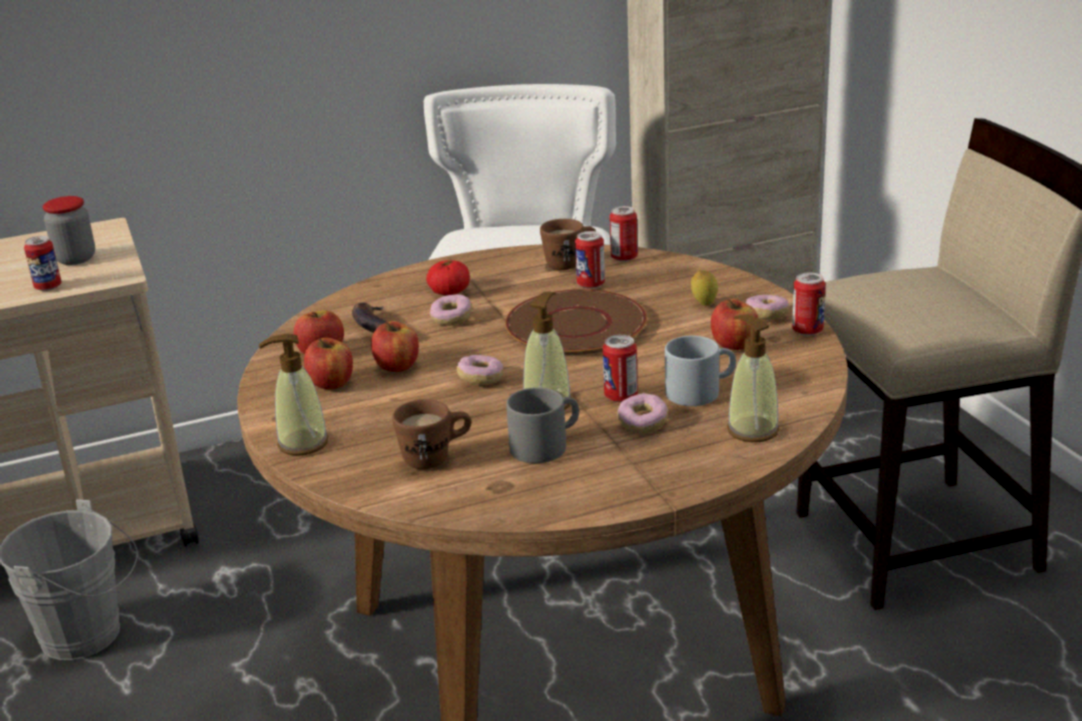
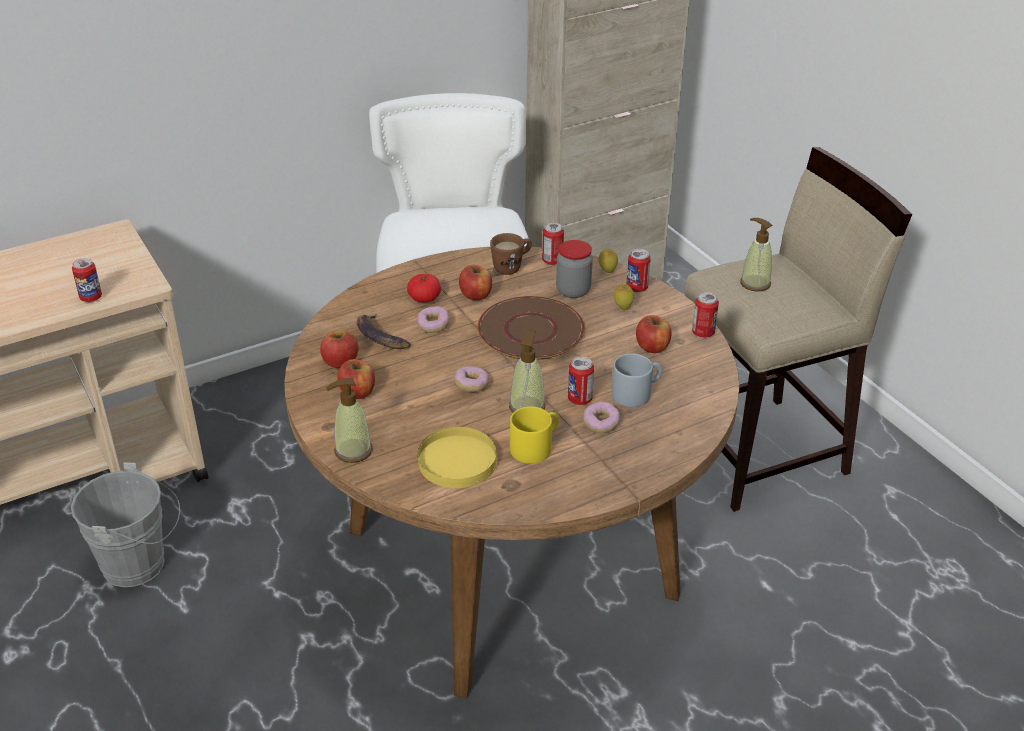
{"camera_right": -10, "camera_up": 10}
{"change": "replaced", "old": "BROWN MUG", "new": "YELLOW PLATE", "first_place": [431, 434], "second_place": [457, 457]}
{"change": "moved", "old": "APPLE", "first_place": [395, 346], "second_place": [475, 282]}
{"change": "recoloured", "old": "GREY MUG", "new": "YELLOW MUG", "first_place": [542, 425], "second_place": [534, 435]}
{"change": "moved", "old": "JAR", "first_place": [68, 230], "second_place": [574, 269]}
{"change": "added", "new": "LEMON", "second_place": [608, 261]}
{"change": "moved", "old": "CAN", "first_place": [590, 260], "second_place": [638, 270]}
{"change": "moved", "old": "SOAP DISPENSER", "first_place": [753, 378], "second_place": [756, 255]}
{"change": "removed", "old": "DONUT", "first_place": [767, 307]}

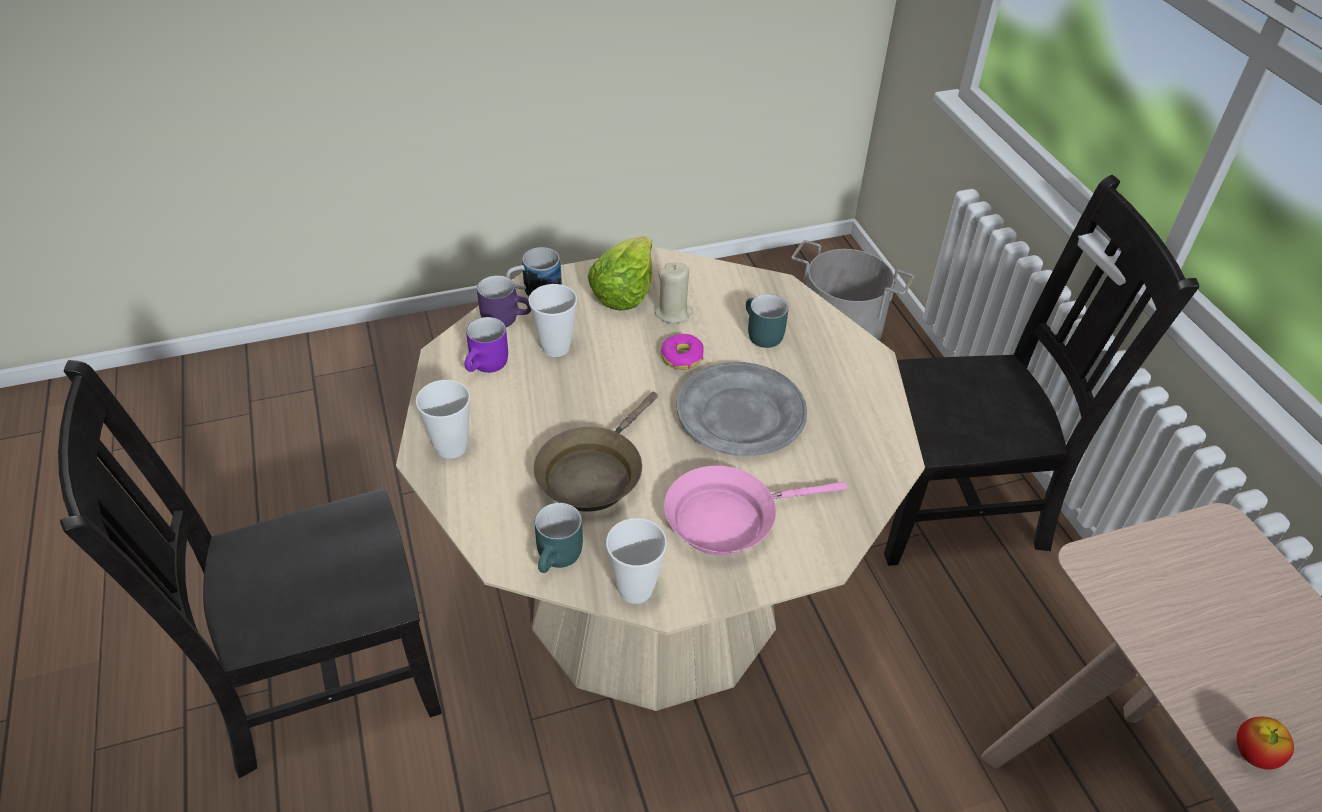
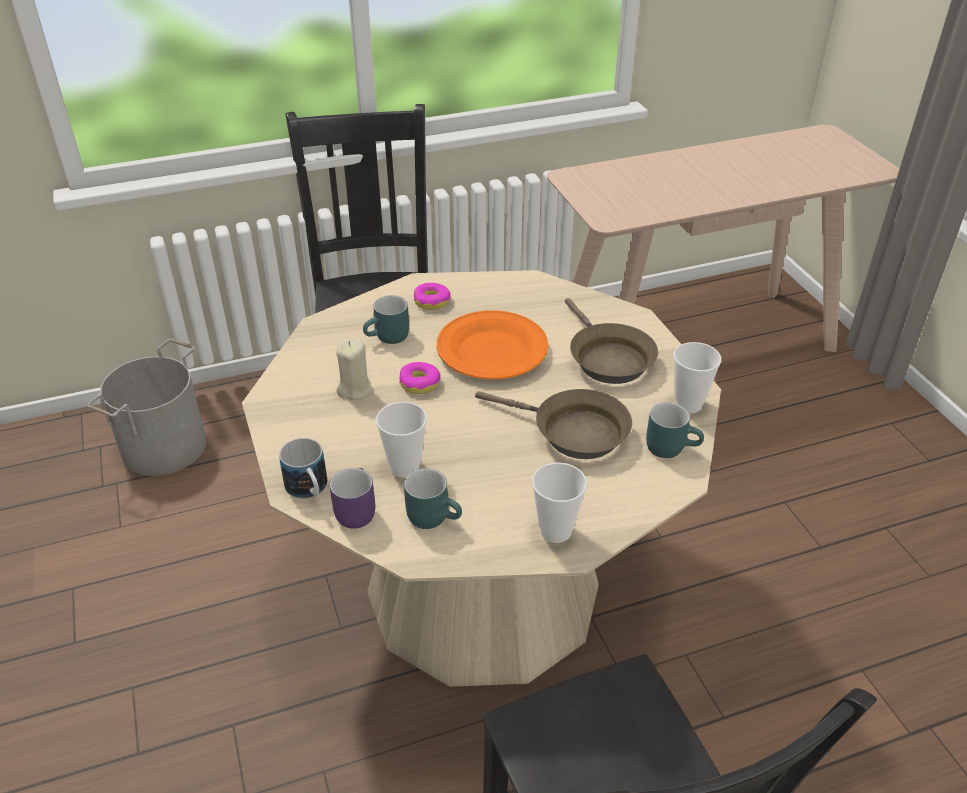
{"camera_right": -90, "camera_up": -5}
{"change": "recoloured", "old": "PURPLE MUG", "new": "TURQUOISE MUG", "first_place": [486, 345], "second_place": [433, 498]}
{"change": "added", "new": "DONUT", "second_place": [432, 296]}
{"change": "recoloured", "old": "GREY PLATE", "new": "ORANGE PLATE", "first_place": [742, 409], "second_place": [492, 344]}
{"change": "recoloured", "old": "PINK FRYING PAN", "new": "BROWN FRYING PAN", "first_place": [755, 510], "second_place": [611, 341]}
{"change": "removed", "old": "LETTUCE", "first_place": [620, 273]}
{"change": "removed", "old": "APPLE", "first_place": [1265, 743]}

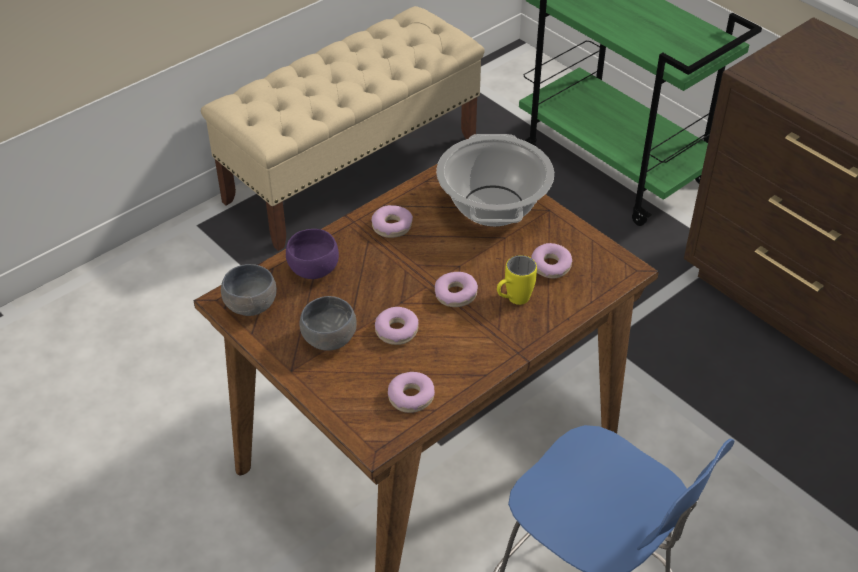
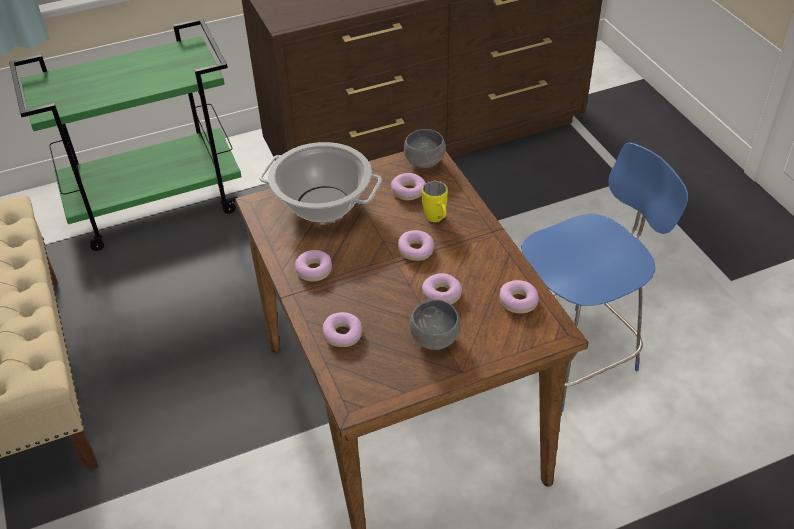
{"camera_right": -70, "camera_up": 0}
{"change": "replaced", "old": "PURPLE BOWL", "new": "DONUT", "first_place": [312, 254], "second_place": [342, 329]}
{"change": "moved", "old": "GREY BOWL", "first_place": [249, 290], "second_place": [425, 148]}

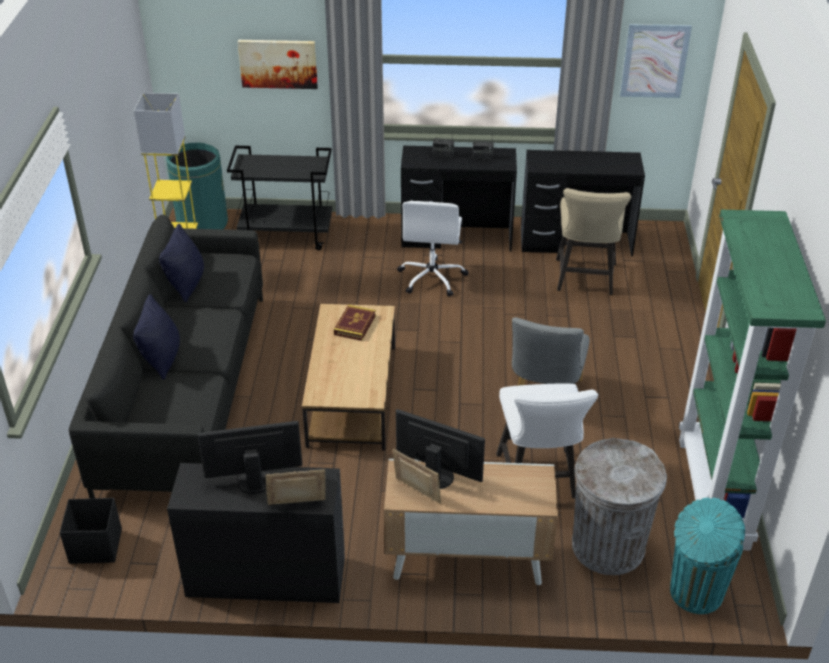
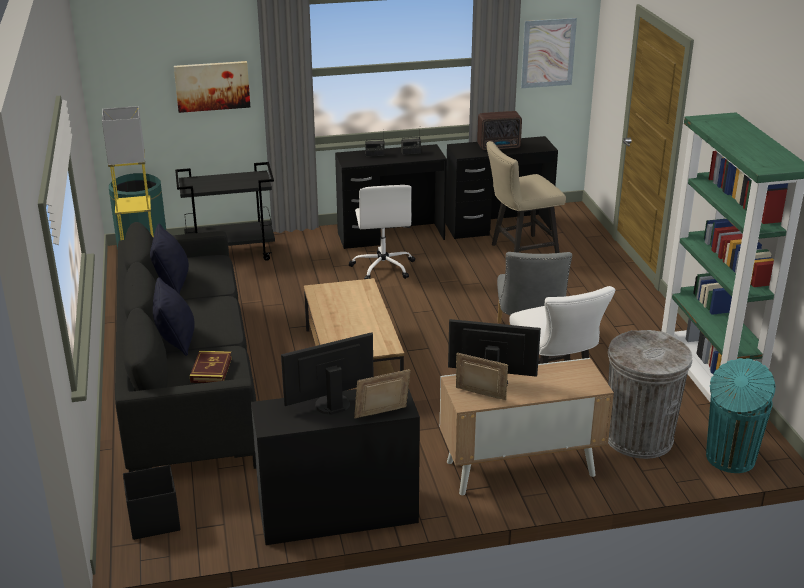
{"camera_right": -15, "camera_up": -10}
{"change": "moved", "old": "BOOK", "first_place": [355, 323], "second_place": [211, 367]}
{"change": "added", "new": "RADIO", "second_place": [499, 130]}
{"change": "turned", "old": "BEIGE CHAIR", "first_place": [593, 241], "second_place": [526, 197], "degrees": 75}

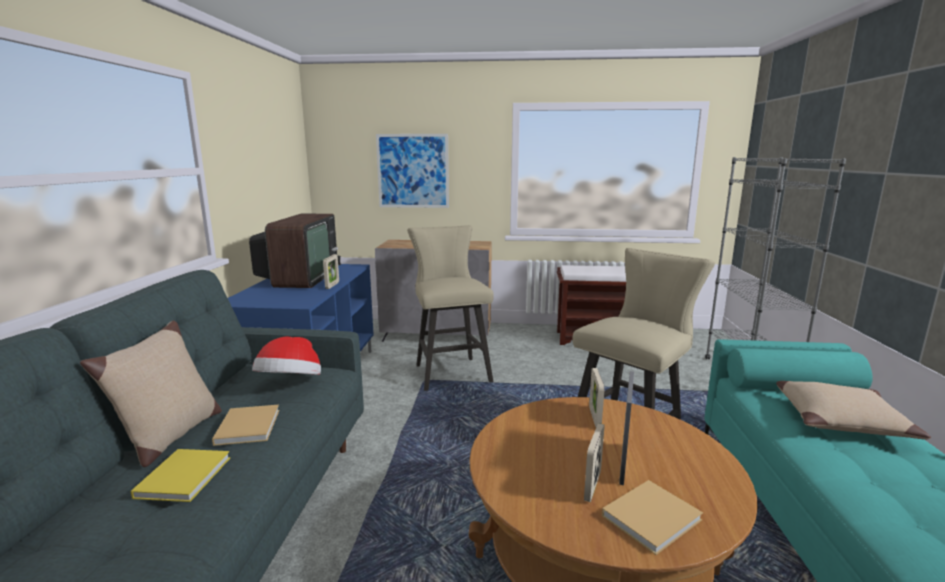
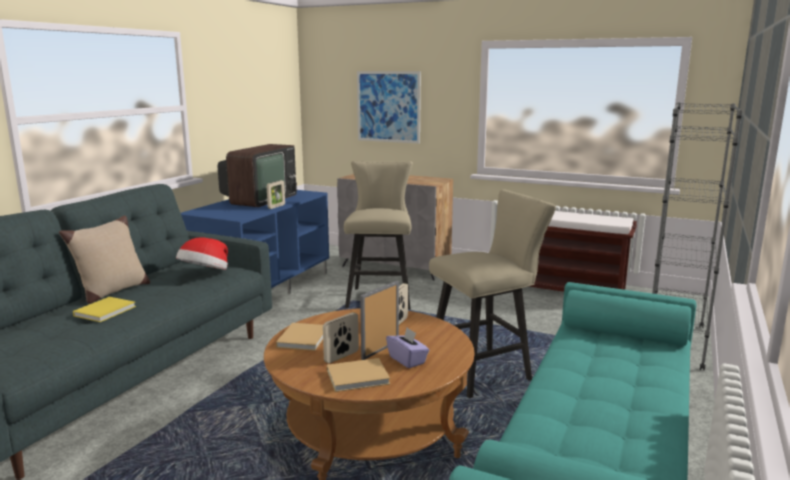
{"camera_right": 20, "camera_up": 0}
{"change": "moved", "old": "BEIGE BOOK", "first_place": [245, 425], "second_place": [299, 337]}
{"change": "added", "new": "PURPLE TISSUE BOX", "second_place": [407, 348]}
{"change": "removed", "old": "BEIGE PILLOW", "first_place": [853, 410]}

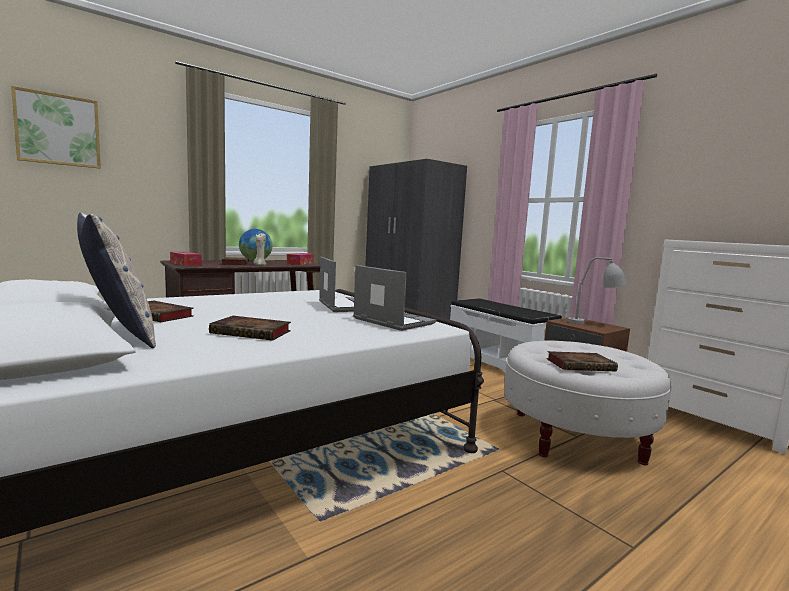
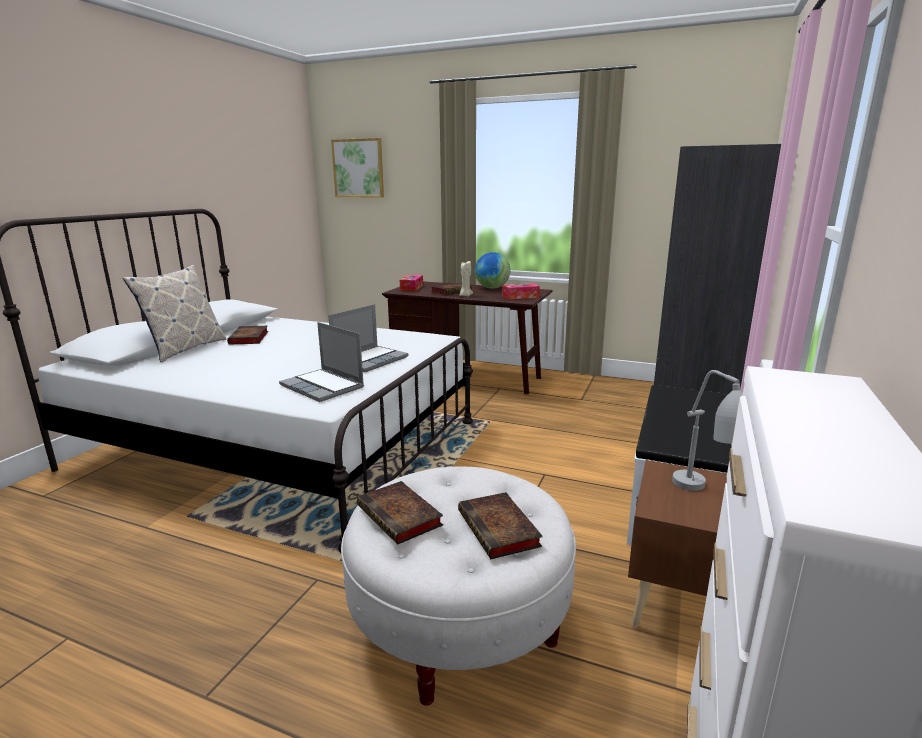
{"camera_right": 60, "camera_up": 10}
{"change": "turned", "old": "LAPTOP", "first_place": [394, 298], "second_place": [321, 362], "degrees": 120}
{"change": "moved", "old": "BOOK", "first_place": [250, 328], "second_place": [500, 525]}

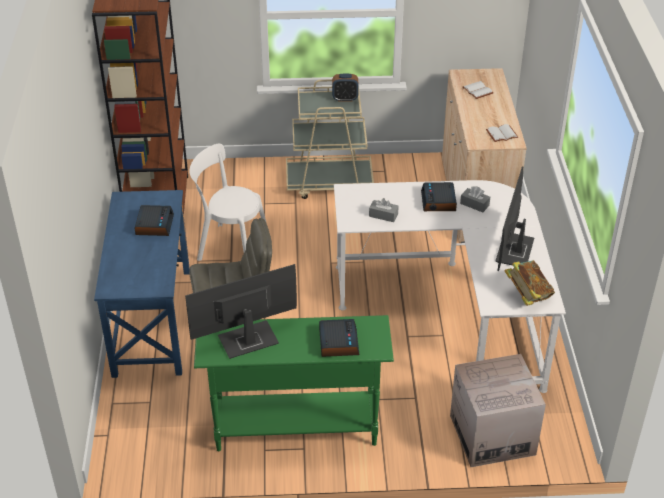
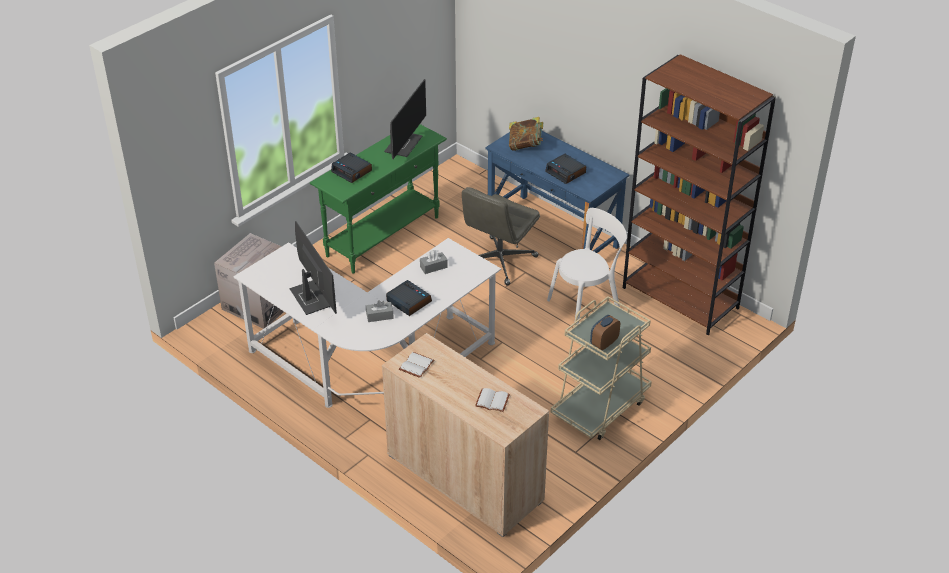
{"camera_right": 135, "camera_up": 0}
{"change": "moved", "old": "BOOK", "first_place": [529, 283], "second_place": [526, 134]}

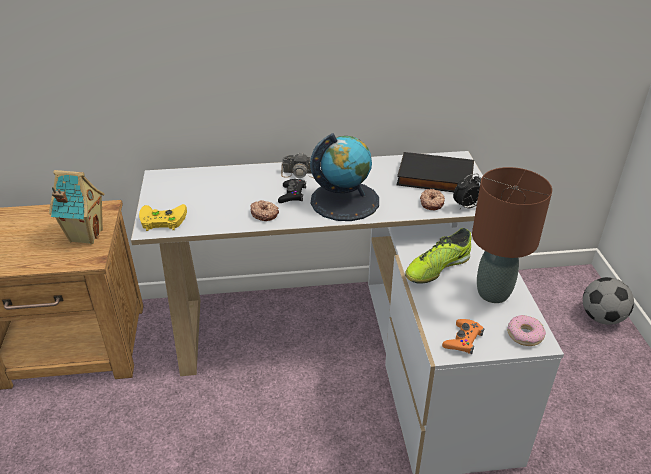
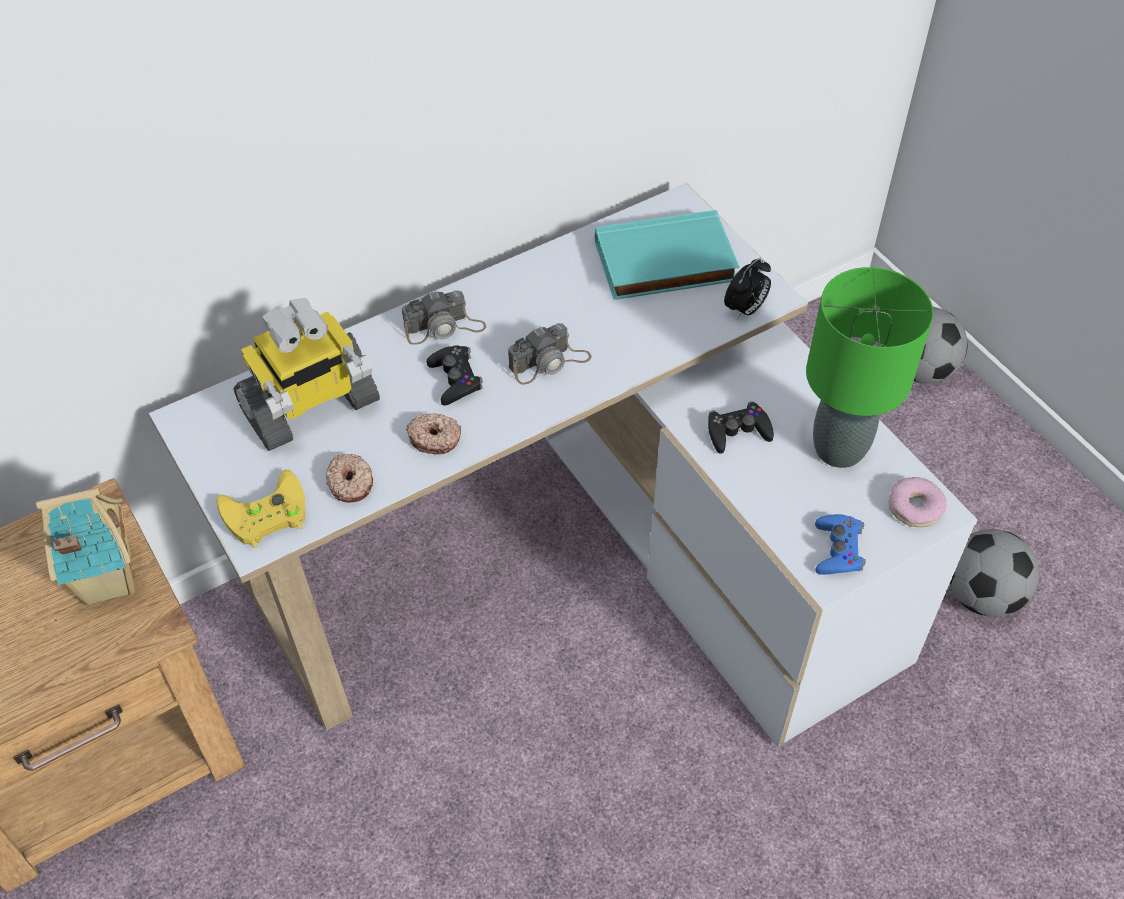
{"camera_right": -25, "camera_up": 15}
{"change": "added", "new": "TOY ROBOT", "second_place": [306, 374]}
{"change": "moved", "old": "DONUT", "first_place": [432, 199], "second_place": [349, 478]}
{"change": "replaced", "old": "GLOBE", "new": "PHOTO CAMERA", "first_place": [344, 177], "second_place": [550, 354]}
{"change": "recoloured", "old": "BLACK BOOK", "new": "TURQUOISE BOOK", "first_place": [435, 172], "second_place": [667, 255]}
{"change": "replaced", "old": "SHOE", "new": "BLACK GAME CONTROLLER", "first_place": [438, 255], "second_place": [741, 427]}
{"change": "recoloured", "old": "BROWN TABLE LAMP", "new": "GREEN TABLE LAMP", "first_place": [512, 235], "second_place": [869, 367]}
{"change": "recoloured", "old": "ORANGE GAME CONTROLLER", "new": "BLUE GAME CONTROLLER", "first_place": [463, 336], "second_place": [840, 544]}
{"change": "added", "new": "FOOTBALL", "second_place": [994, 573]}

